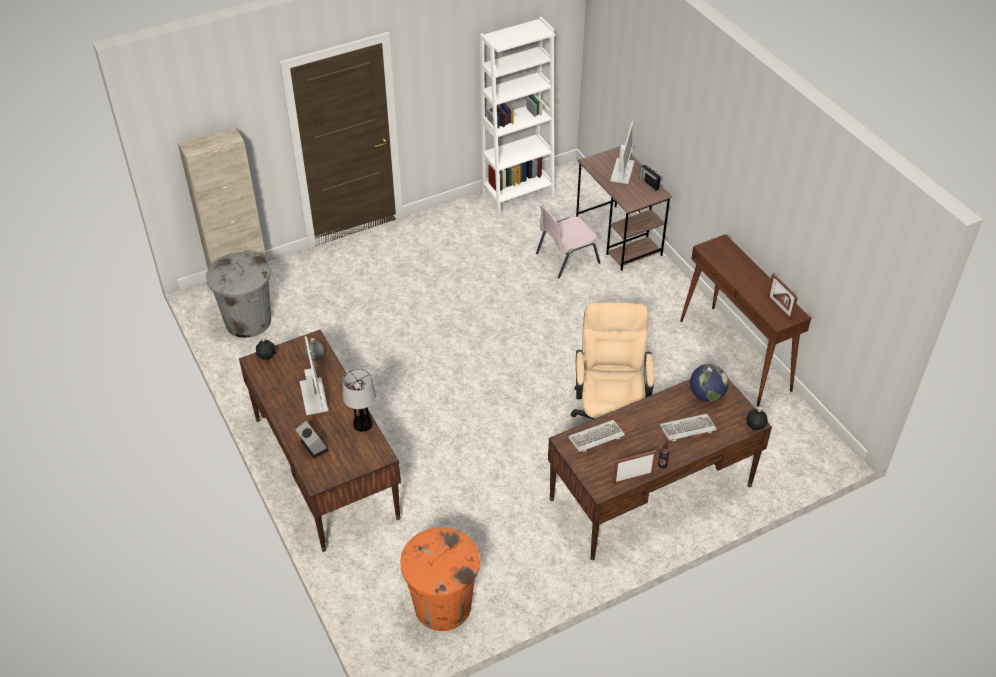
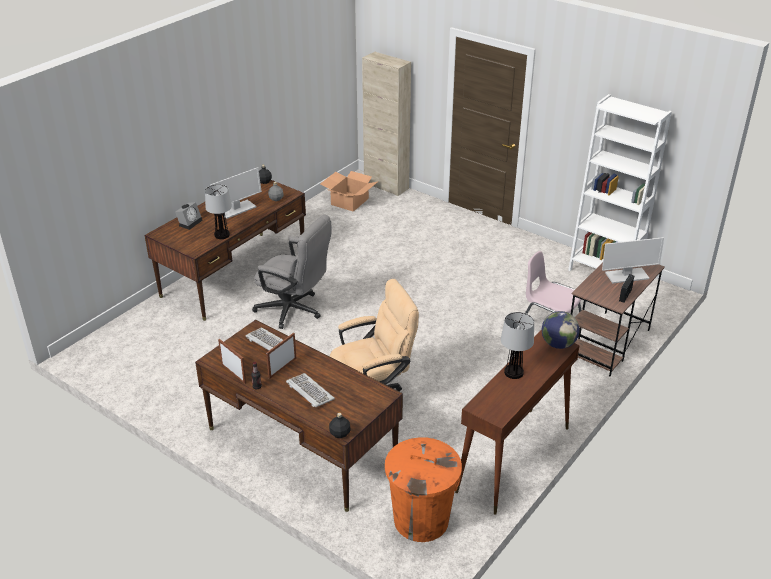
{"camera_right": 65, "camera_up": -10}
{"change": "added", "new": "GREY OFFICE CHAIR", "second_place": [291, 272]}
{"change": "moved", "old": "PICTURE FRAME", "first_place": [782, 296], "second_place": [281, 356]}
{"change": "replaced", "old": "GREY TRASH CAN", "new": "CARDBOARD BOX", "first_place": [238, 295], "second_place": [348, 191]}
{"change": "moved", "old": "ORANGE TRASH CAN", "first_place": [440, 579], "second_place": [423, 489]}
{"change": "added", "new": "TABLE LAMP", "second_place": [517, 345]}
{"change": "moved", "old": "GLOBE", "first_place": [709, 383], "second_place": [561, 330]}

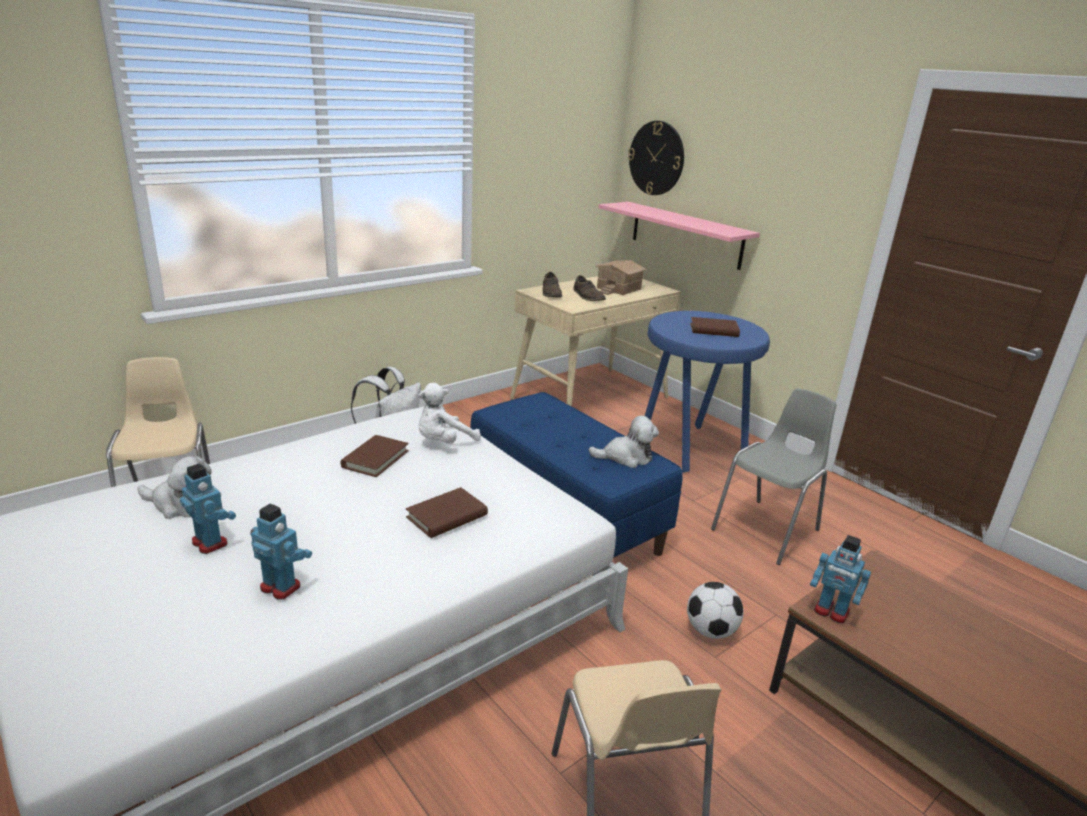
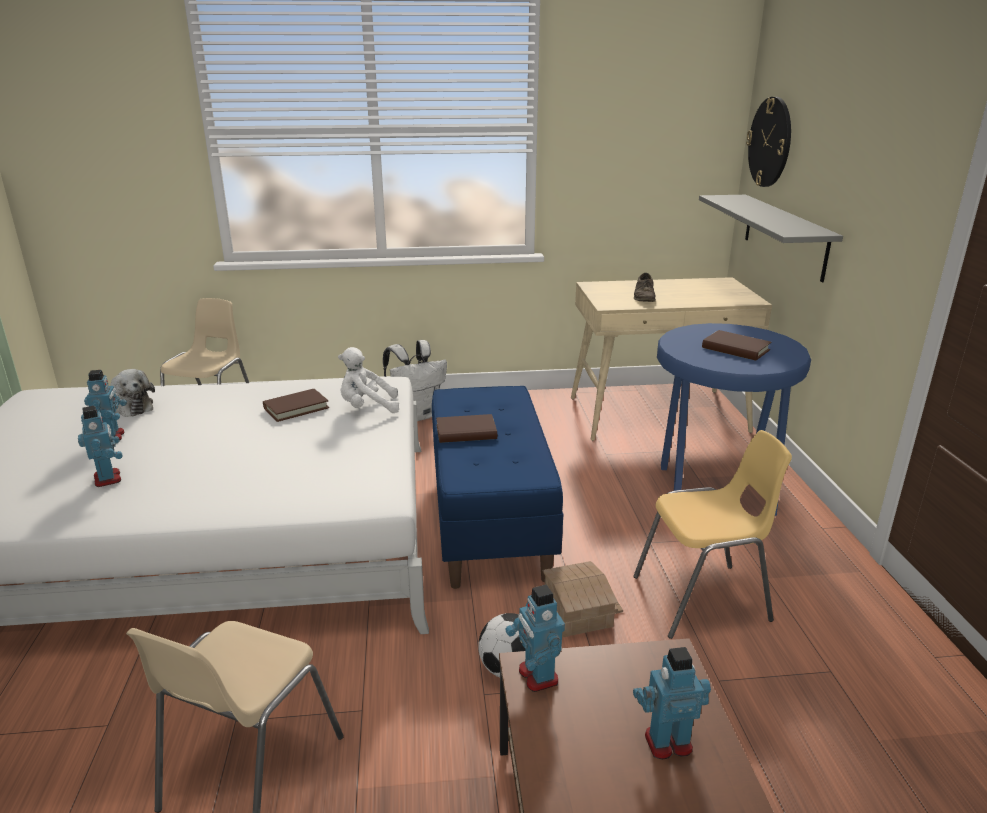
{"camera_right": 35, "camera_up": 0}
{"change": "moved", "old": "BROWN BOOK", "first_place": [447, 512], "second_place": [466, 428]}
{"change": "moved", "old": "TOY HOUSE", "first_place": [621, 277], "second_place": [582, 599]}
{"change": "recoloured", "old": "GREY CHAIR", "new": "YELLOW CHAIR", "first_place": [773, 476], "second_place": [712, 534]}
{"change": "added", "new": "TOY ROBOT", "second_place": [672, 703]}
{"change": "recoloured", "old": "PINK SHELF", "new": "GREY SHELF", "first_place": [679, 236], "second_place": [771, 238]}
{"change": "removed", "old": "BROWN SHOE", "first_place": [552, 284]}
{"change": "removed", "old": "PLUSH TOY", "first_place": [623, 441]}

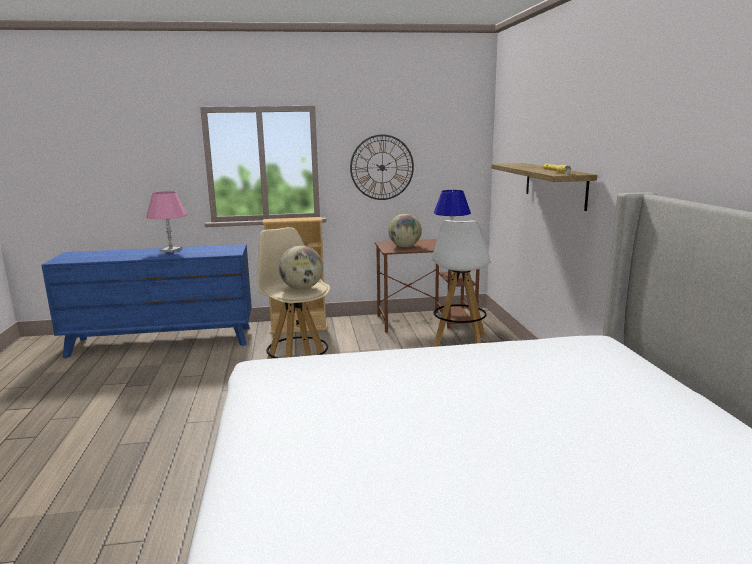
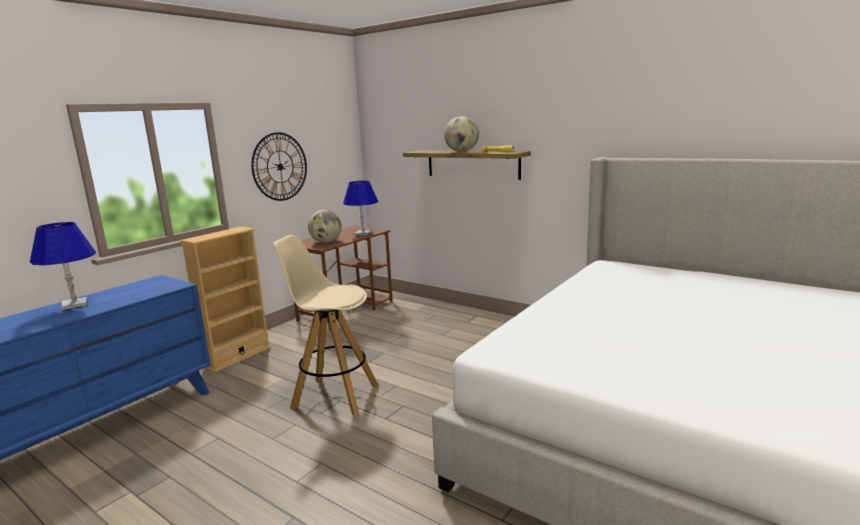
{"camera_right": -45, "camera_up": 0}
{"change": "recoloured", "old": "PINK TABLE LAMP", "new": "BLUE TABLE LAMP", "first_place": [166, 222], "second_place": [63, 266]}
{"change": "moved", "old": "GLOBE", "first_place": [301, 268], "second_place": [461, 134]}
{"change": "removed", "old": "WHITE STOOL", "first_place": [461, 283]}

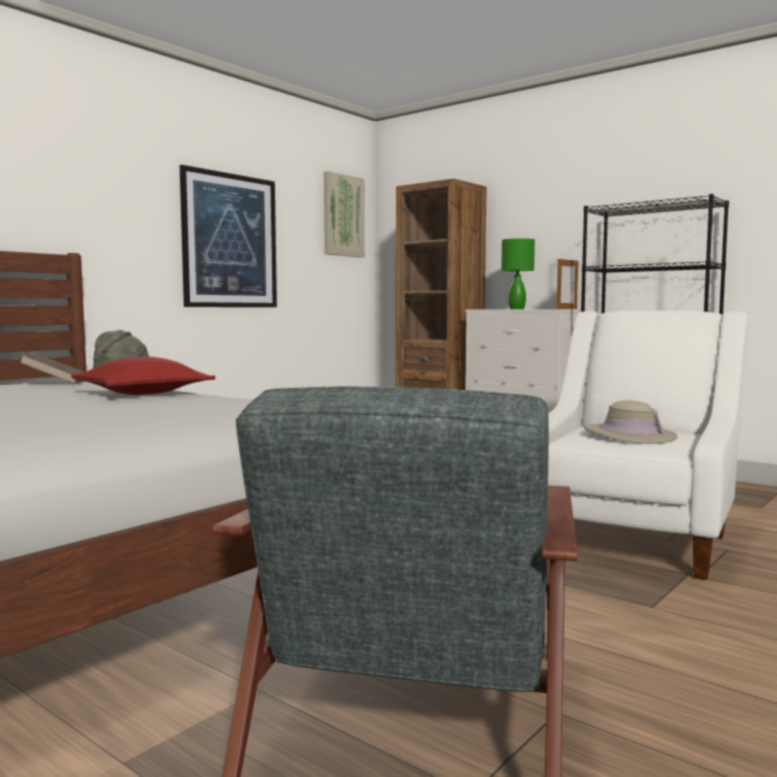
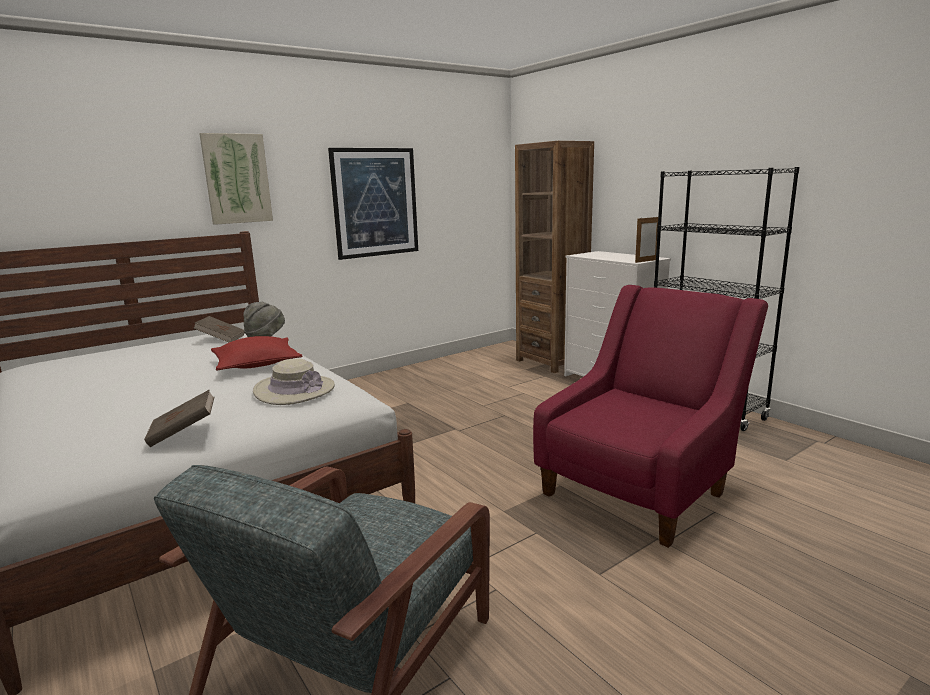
{"camera_right": 15, "camera_up": 10}
{"change": "added", "new": "BROWN BOOK", "second_place": [179, 418]}
{"change": "moved", "old": "PICTURE", "first_place": [344, 214], "second_place": [236, 179]}
{"change": "moved", "old": "BEIGE HAT", "first_place": [631, 422], "second_place": [294, 381]}
{"change": "recoloured", "old": "WHITE ARMCHAIR", "new": "RED ARMCHAIR", "first_place": [648, 445], "second_place": [650, 416]}
{"change": "removed", "old": "GREEN TABLE LAMP", "first_place": [518, 273]}

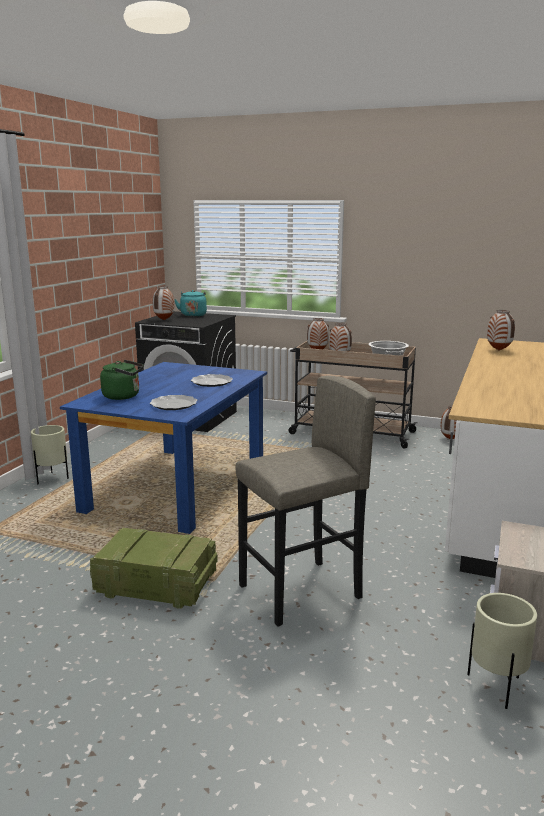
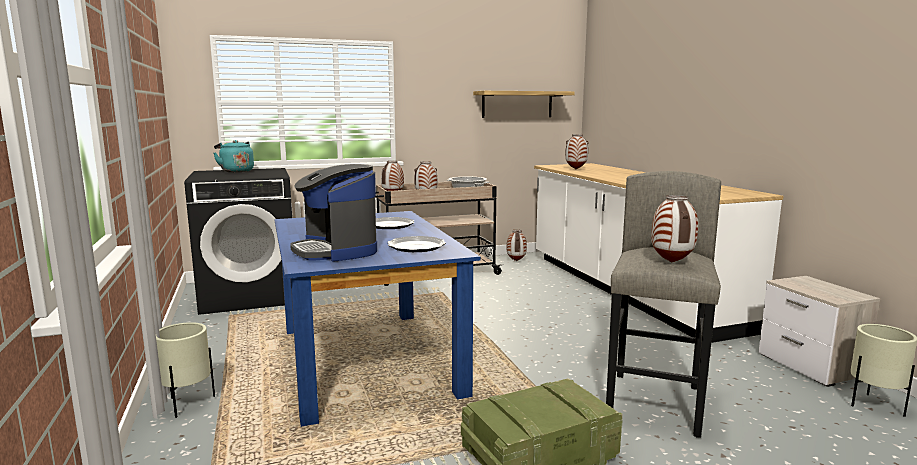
{"camera_right": -40, "camera_up": -5}
{"change": "replaced", "old": "GREEN KETTLE", "new": "COFFEE MACHINE", "first_place": [122, 380], "second_place": [333, 213]}
{"change": "added", "new": "SHELF", "second_place": [524, 104]}
{"change": "moved", "old": "VASE", "first_place": [163, 303], "second_place": [674, 229]}

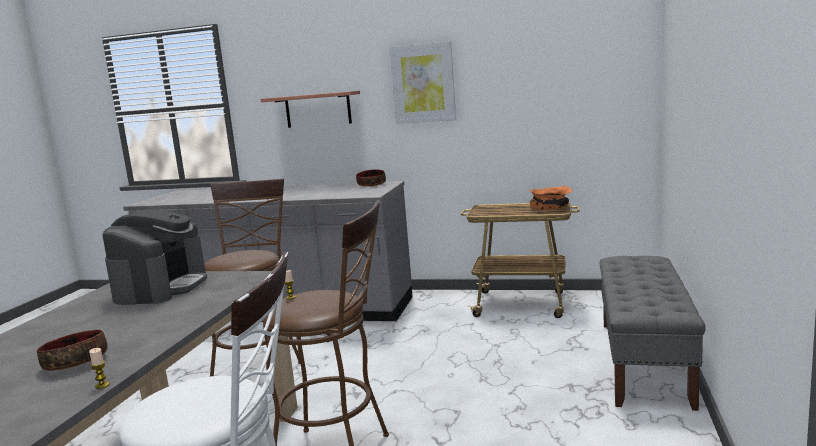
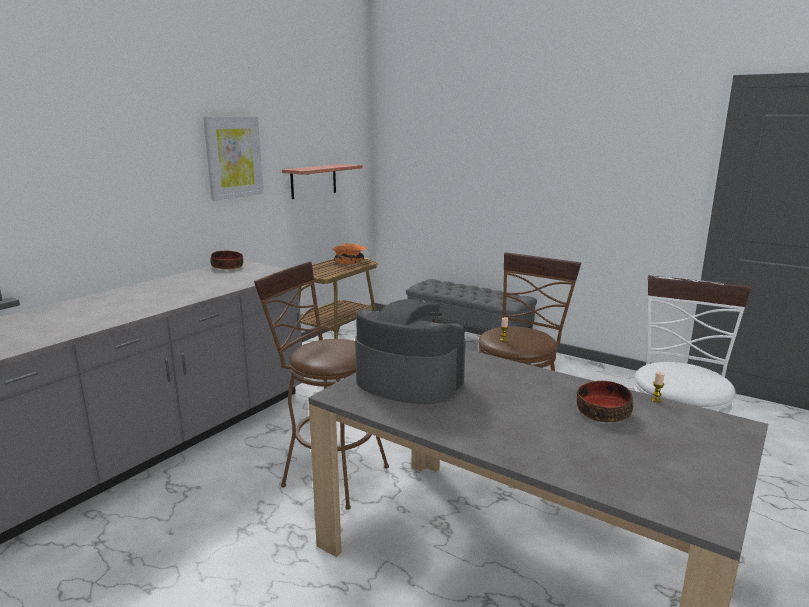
{"camera_right": -70, "camera_up": 5}
{"change": "moved", "old": "SHELF", "first_place": [310, 109], "second_place": [322, 181]}

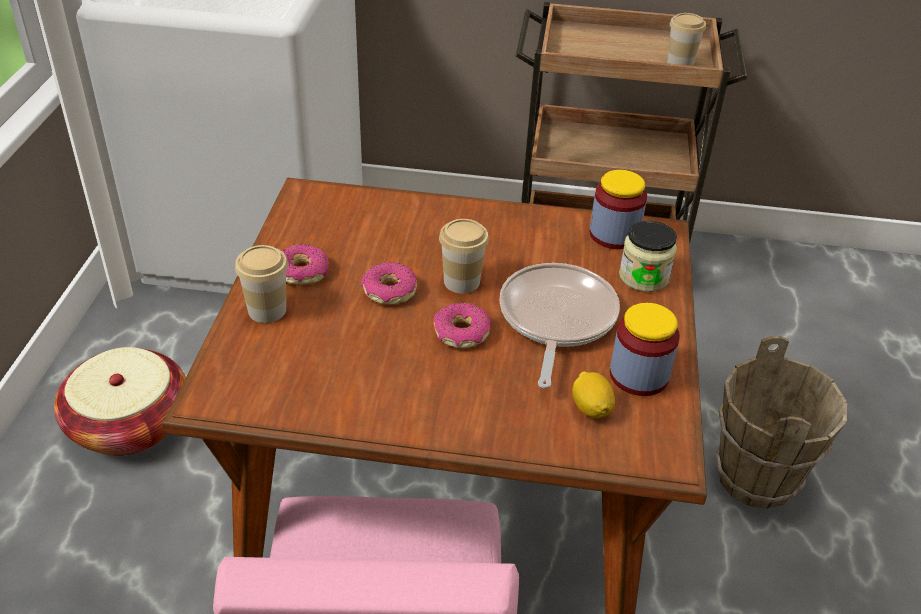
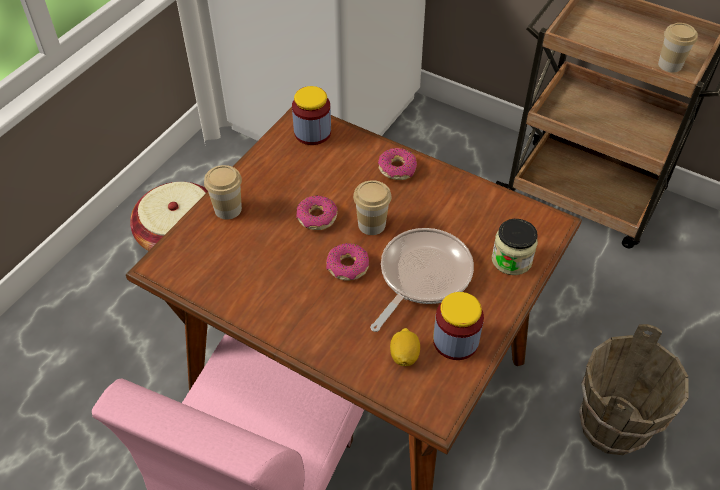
{"camera_right": 25, "camera_up": 10}
{"change": "moved", "old": "JAR", "first_place": [618, 209], "second_place": [311, 115]}
{"change": "moved", "old": "DONUT", "first_place": [305, 264], "second_place": [397, 164]}

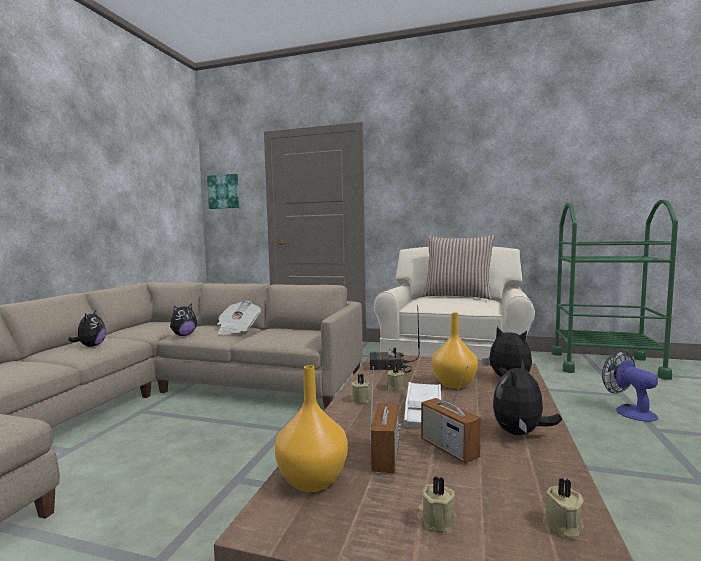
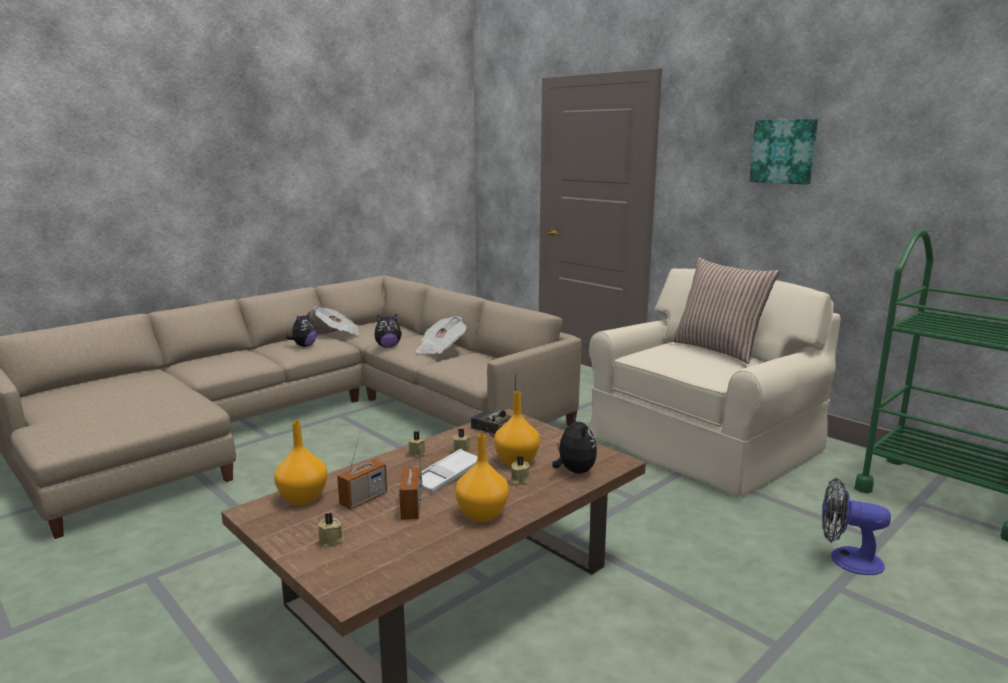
{"camera_right": 30, "camera_up": 10}
{"change": "added", "new": "NEWSPAPER", "second_place": [336, 321]}
{"change": "replaced", "old": "PLUSH TOY", "new": "ORANGE VASE", "first_place": [527, 397], "second_place": [482, 478]}
{"change": "moved", "old": "BEIGE CANDLE", "first_place": [563, 508], "second_place": [520, 470]}
{"change": "moved", "old": "PICTURE", "first_place": [223, 191], "second_place": [783, 152]}
{"change": "turned", "old": "FAN", "first_place": [630, 386], "second_place": [856, 526], "degrees": -75}

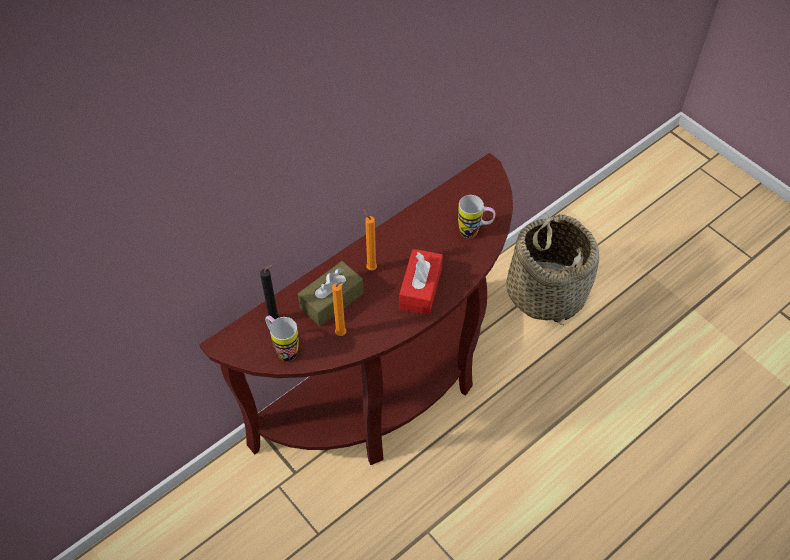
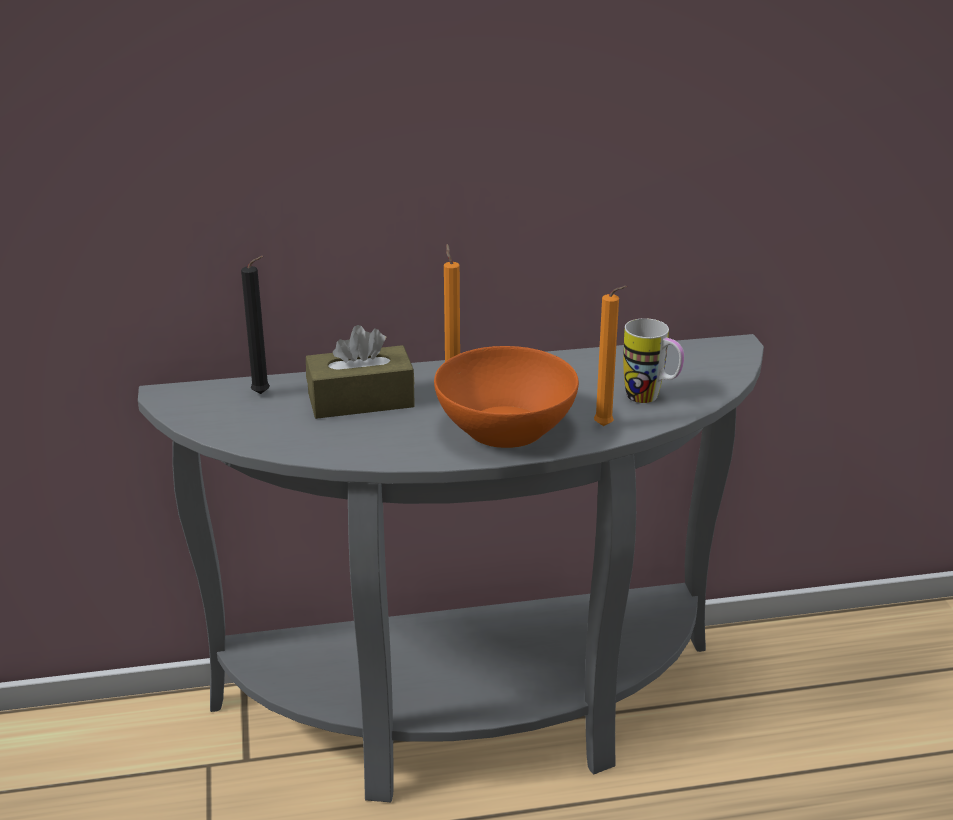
{"camera_right": 30, "camera_up": -25}
{"change": "recoloured", "old": "BROWN CONSOLE TABLE", "new": "GREY CONSOLE TABLE", "first_place": [356, 309], "second_place": [451, 568]}
{"change": "replaced", "old": "RED TISSUE BOX", "new": "ORANGE BOWL", "first_place": [421, 282], "second_place": [506, 397]}
{"change": "moved", "old": "ORANGE CANDLE", "first_place": [339, 308], "second_place": [610, 356]}
{"change": "removed", "old": "MUG", "first_place": [282, 338]}
{"change": "removed", "old": "BASKET", "first_place": [552, 269]}

